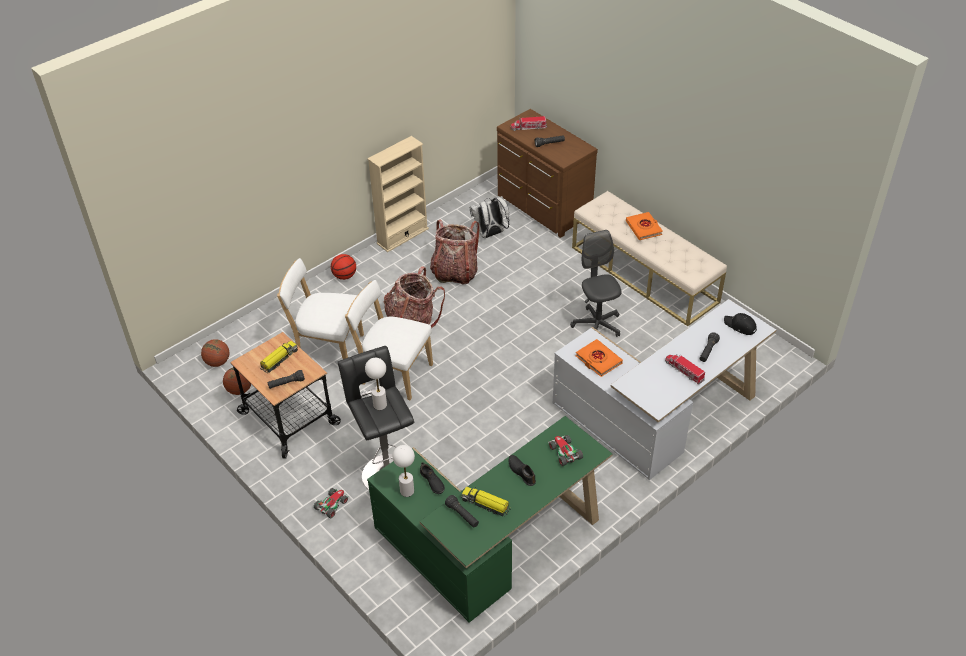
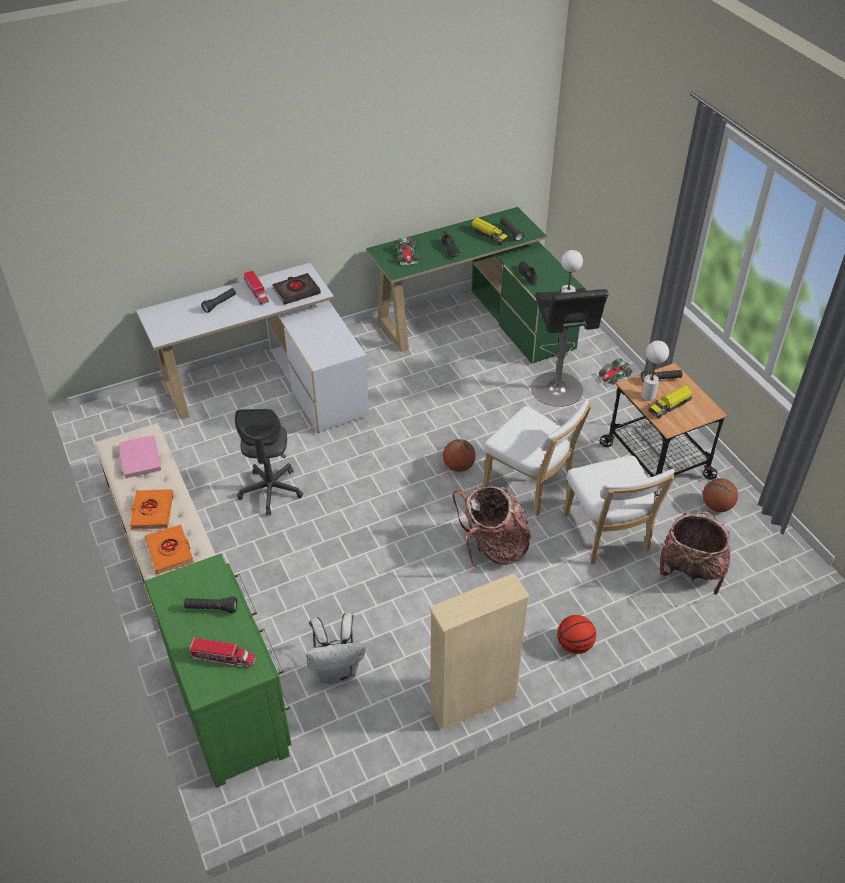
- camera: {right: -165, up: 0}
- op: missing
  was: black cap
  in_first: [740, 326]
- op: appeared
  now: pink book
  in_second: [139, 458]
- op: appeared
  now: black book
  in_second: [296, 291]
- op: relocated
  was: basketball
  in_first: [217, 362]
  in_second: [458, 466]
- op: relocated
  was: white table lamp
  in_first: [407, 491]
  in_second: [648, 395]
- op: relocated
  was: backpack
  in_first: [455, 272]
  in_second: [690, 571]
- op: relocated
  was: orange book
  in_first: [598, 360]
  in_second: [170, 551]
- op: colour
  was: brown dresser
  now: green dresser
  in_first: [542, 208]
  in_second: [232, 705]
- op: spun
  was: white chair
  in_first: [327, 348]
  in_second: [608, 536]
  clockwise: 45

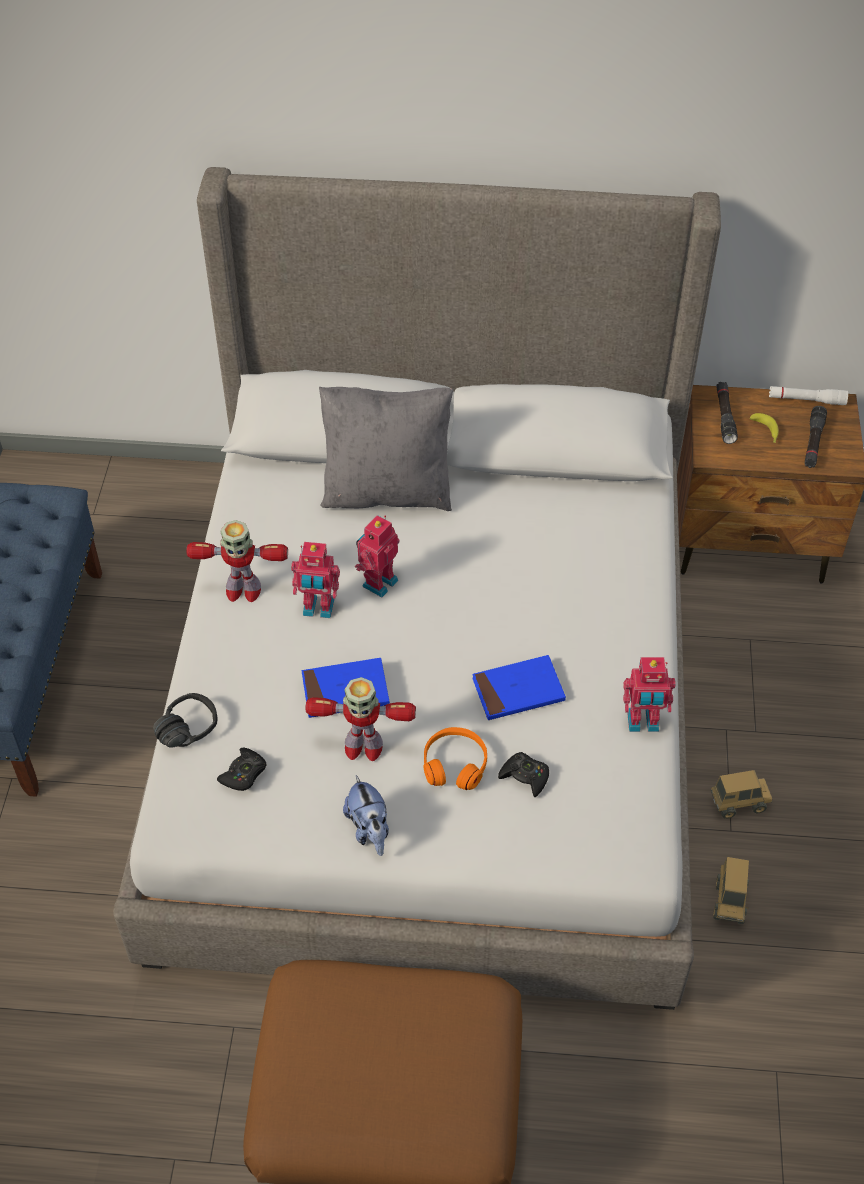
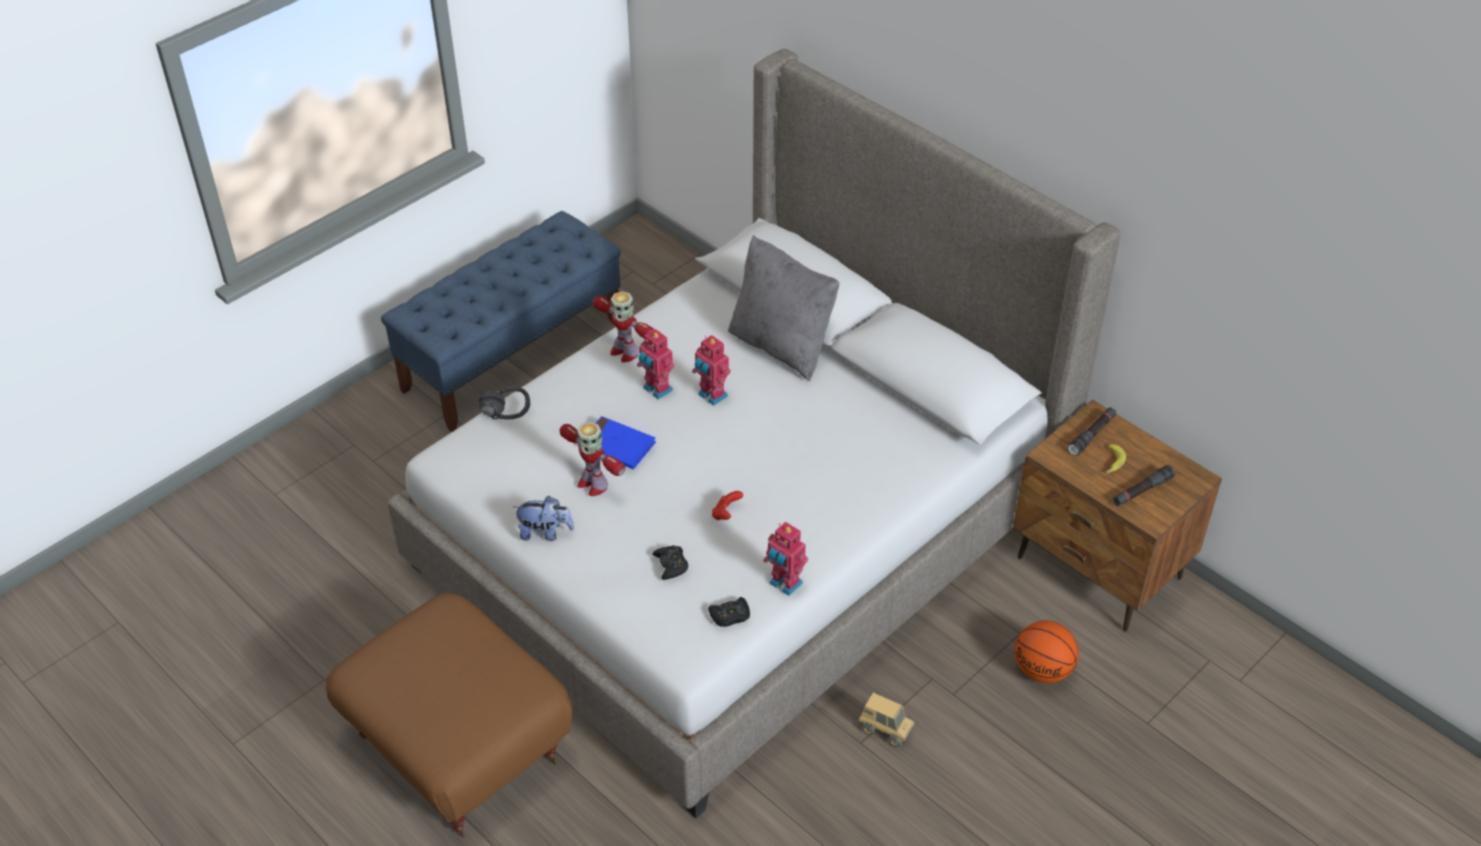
- camera: {right: 40, up: -5}
- op: missing
  was: orange headphones
  in_first: [455, 764]
- op: missing
  was: toy truck
  in_first: [729, 902]
- op: missing
  was: white flashlight
  in_first: [806, 400]
- op: appeared
  now: basketball
  in_second: [1043, 670]
- op: relocated
  was: black game controller
  in_first: [244, 774]
  in_second: [730, 616]
- op: exchanged
  was: blue book
  now: red game controller
  in_first: [518, 691]
  in_second: [726, 514]
- op: spun
  was: plush toy
  in_first: [369, 830]
  in_second: [545, 532]
  clockwise: -105
- op: spun
  was: toy robot
  in_first: [378, 582]
  in_second: [711, 396]
  clockwise: -120

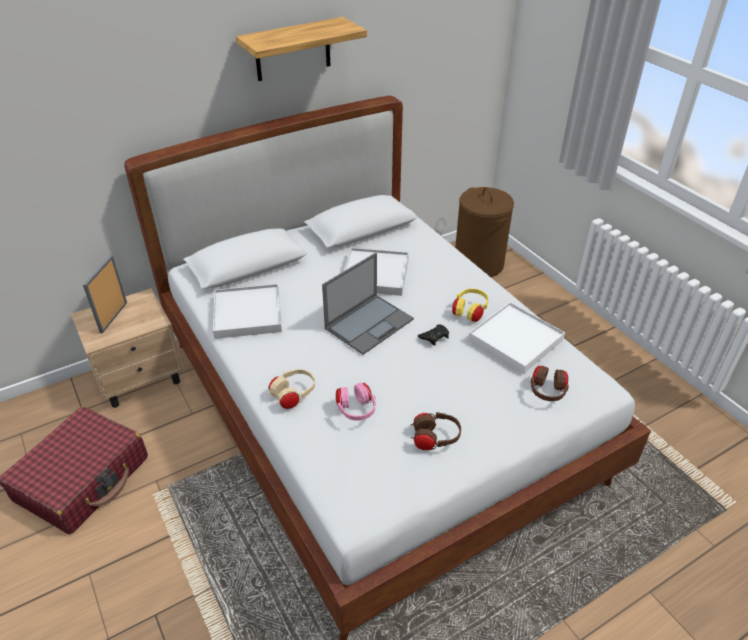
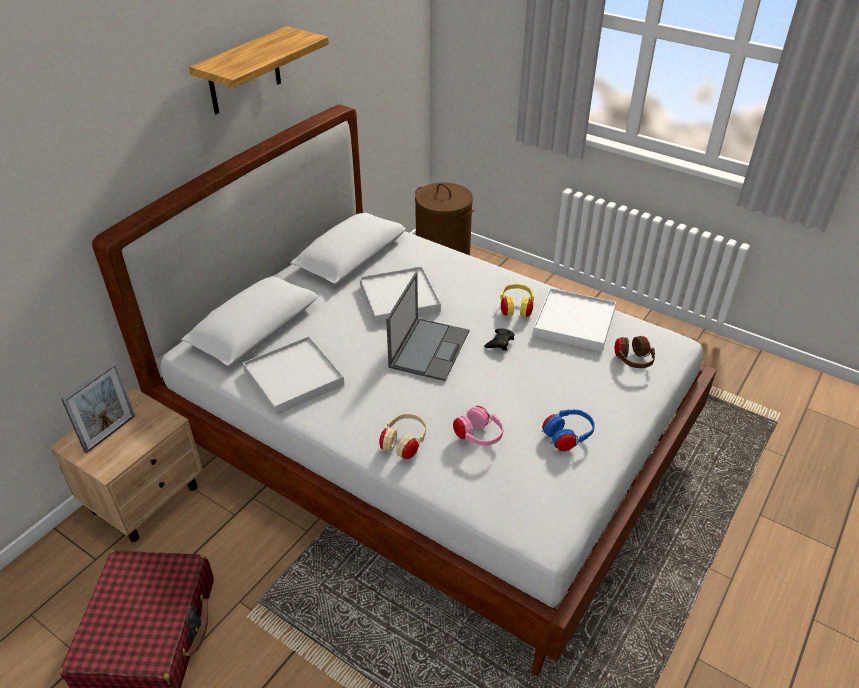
- camera: {right: -25, up: 0}
- op: colour
  was: brown headphones
  now: blue headphones
  in_first: [434, 439]
  in_second: [567, 438]
- op: spun
  was: picture frame
  in_first: [113, 317]
  in_second: [110, 433]
  clockwise: -135

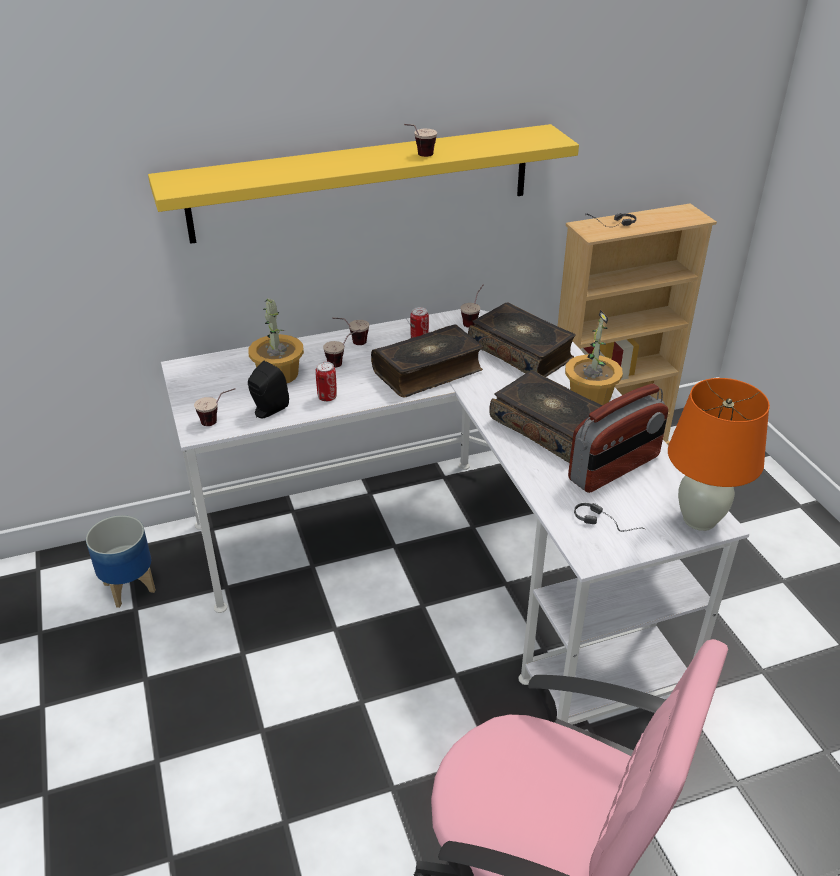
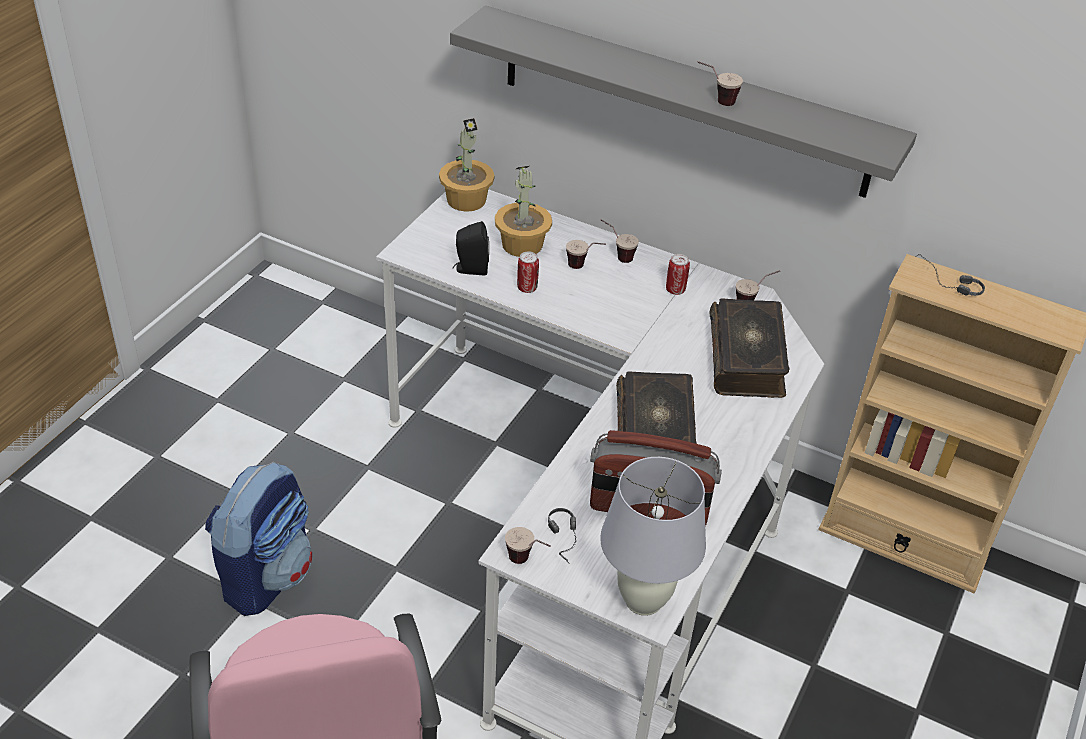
- camera: {right: 45, up: 5}
- op: missing
  was: planter
  in_first: [129, 587]
- op: missing
  was: book
  in_first: [428, 371]
- op: appeared
  now: backpack
  in_second: [266, 575]
- op: relocated
  was: cup
  in_first: [218, 421]
  in_second: [527, 563]
- op: relocated
  was: potted plant
  in_first: [589, 395]
  in_second: [466, 199]
- op: colour
  was: yellow shelf
  now: grey shelf
  in_first: [362, 183]
  in_second: [683, 101]
- op: colour
  was: orange table lamp
  now: white table lamp
  in_first: [700, 520]
  in_second: [643, 601]

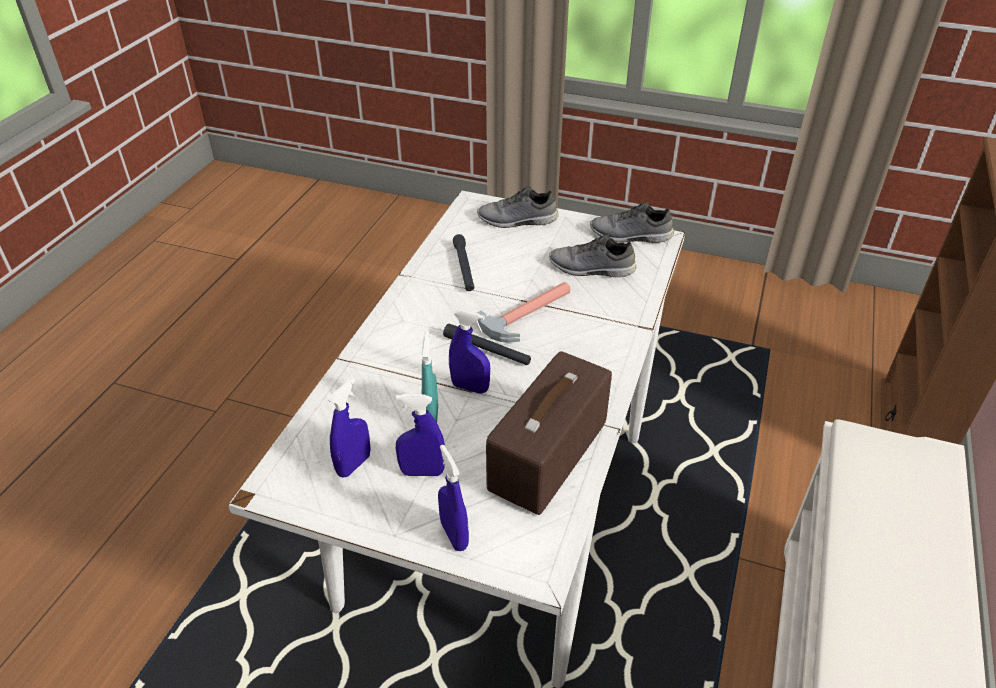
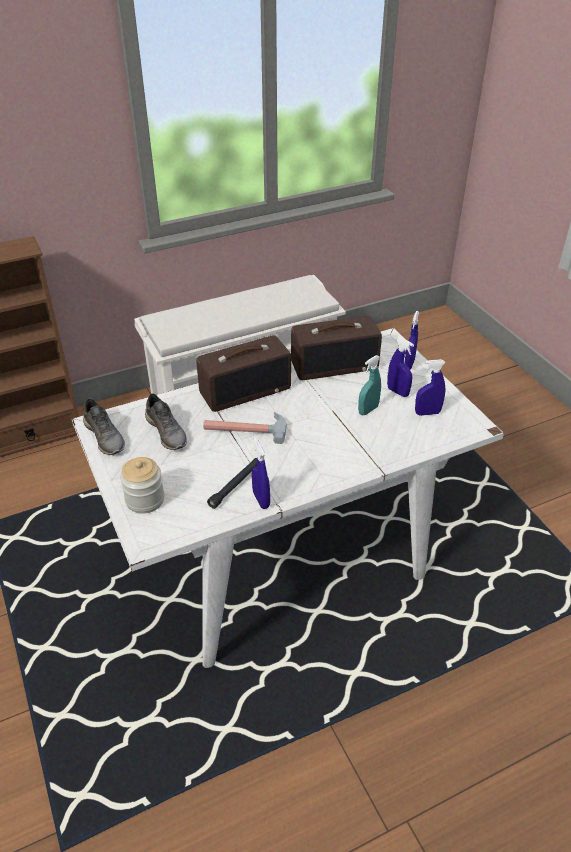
- camera: {right: -135, up: 0}
- op: missing
  was: black flashlight
  in_first: [487, 350]
- op: appeared
  now: radio
  in_second: [245, 390]
- op: relocated
  was: blue spray bottle
  in_first: [470, 387]
  in_second: [261, 500]
- op: exchanged
  was: grey shoe
  now: jar
  in_first: [517, 221]
  in_second: [145, 499]

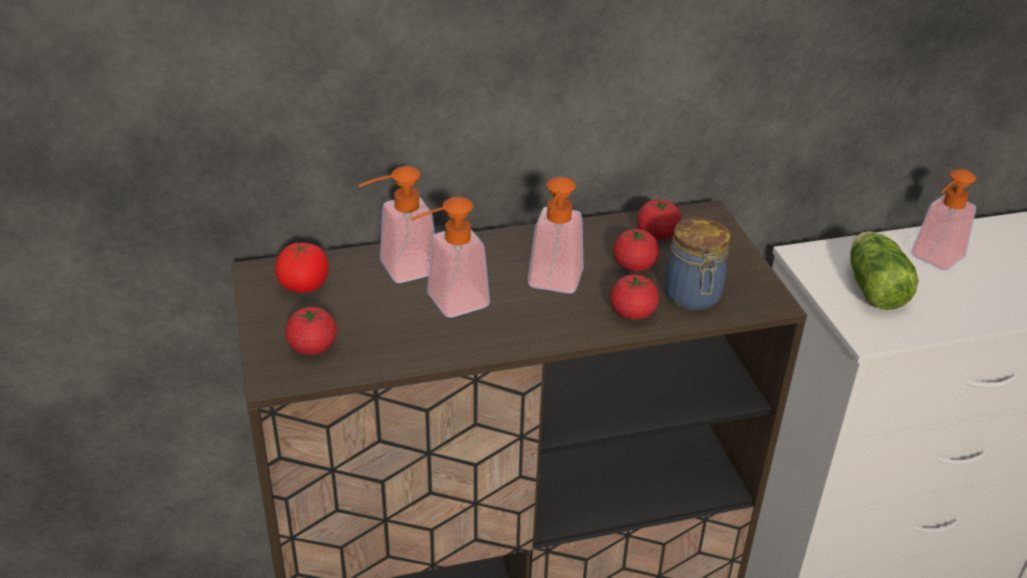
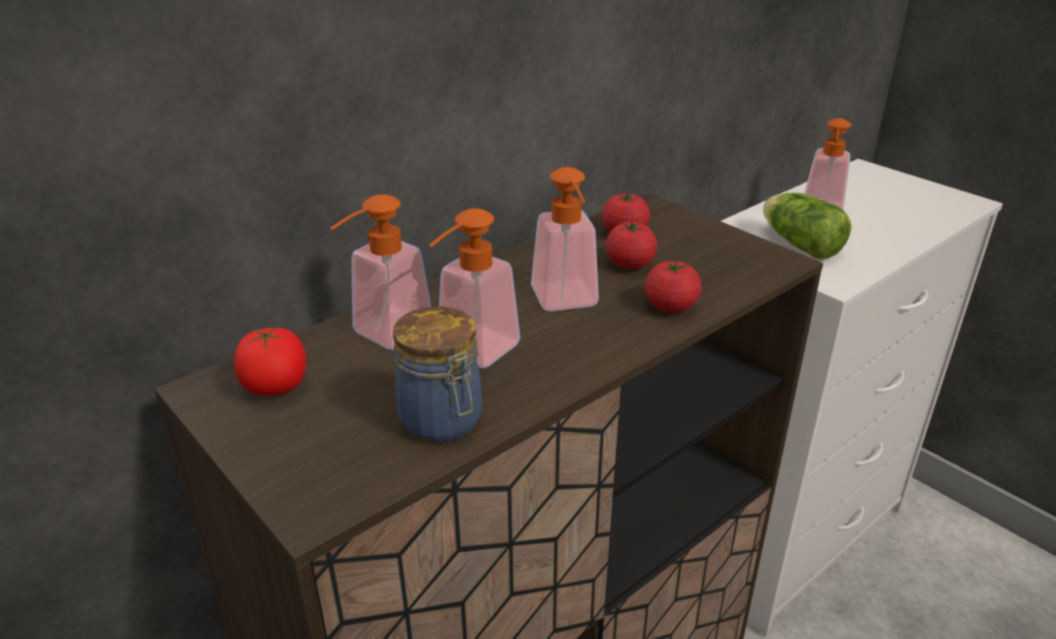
- camera: {right: -25, up: -5}
- op: missing
  was: tomato
  in_first: [312, 347]
- op: relocated
  was: jar
  in_first: [693, 297]
  in_second: [443, 422]

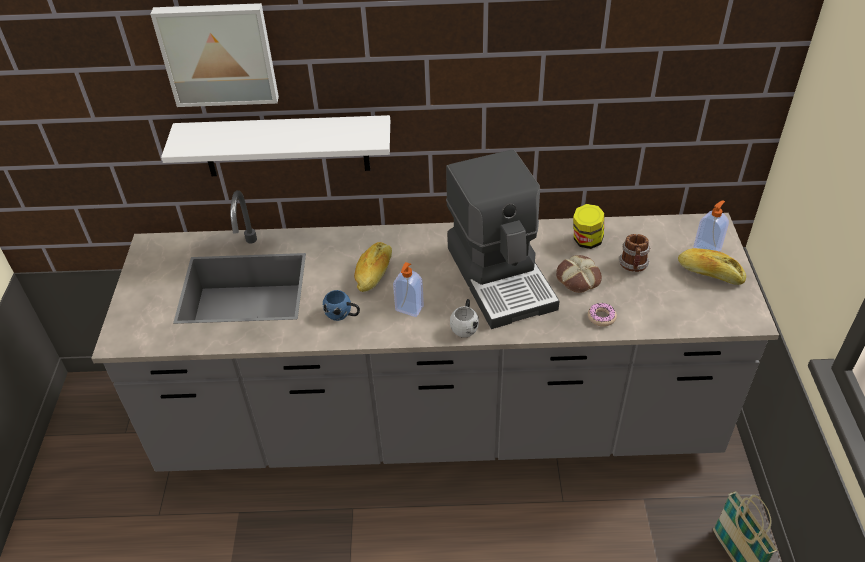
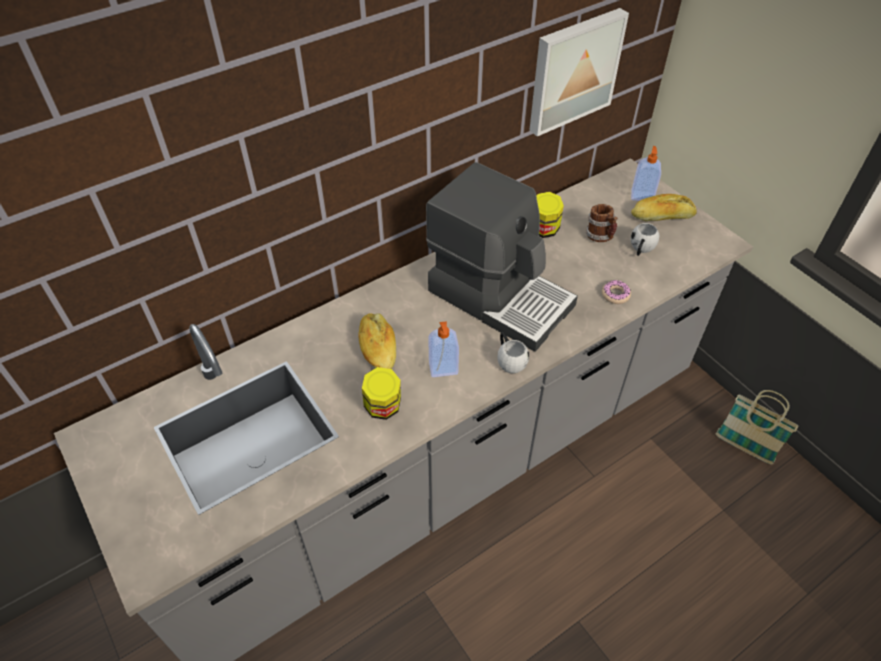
- camera: {right: -35, up: 5}
- op: missing
  was: white shelf
  in_first: [286, 146]
- op: missing
  was: bread
  in_first: [577, 278]
- op: appeared
  now: white mug
  in_second: [640, 249]
- op: relocated
  was: picture
  in_first: [218, 53]
  in_second: [573, 70]
- op: exchanged
  was: blue mug
  now: jar
  in_first: [343, 314]
  in_second: [383, 408]

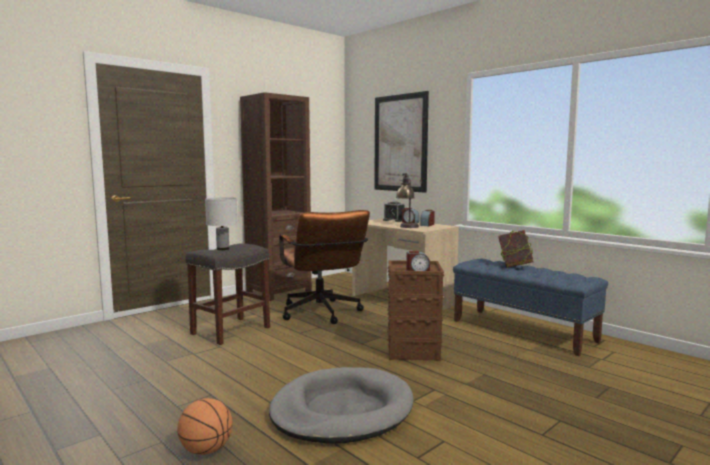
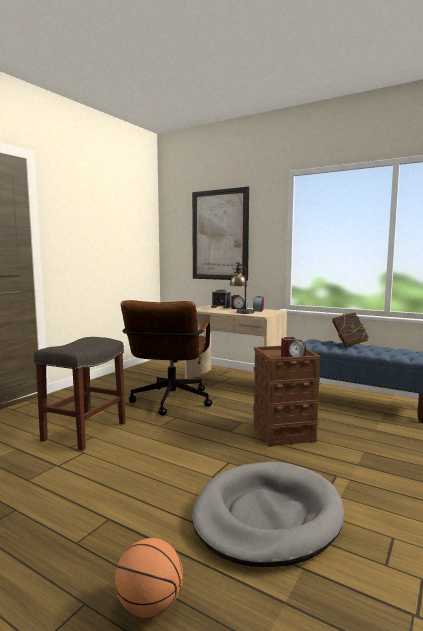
- camera: {right: -15, up: 0}
- op: missing
  was: white table lamp
  in_first: [223, 249]
- op: missing
  was: brown bookcase
  in_first: [279, 292]
- op: spun
  was: brown office chair
  in_first: [322, 314]
  in_second: [170, 403]
  clockwise: 45

